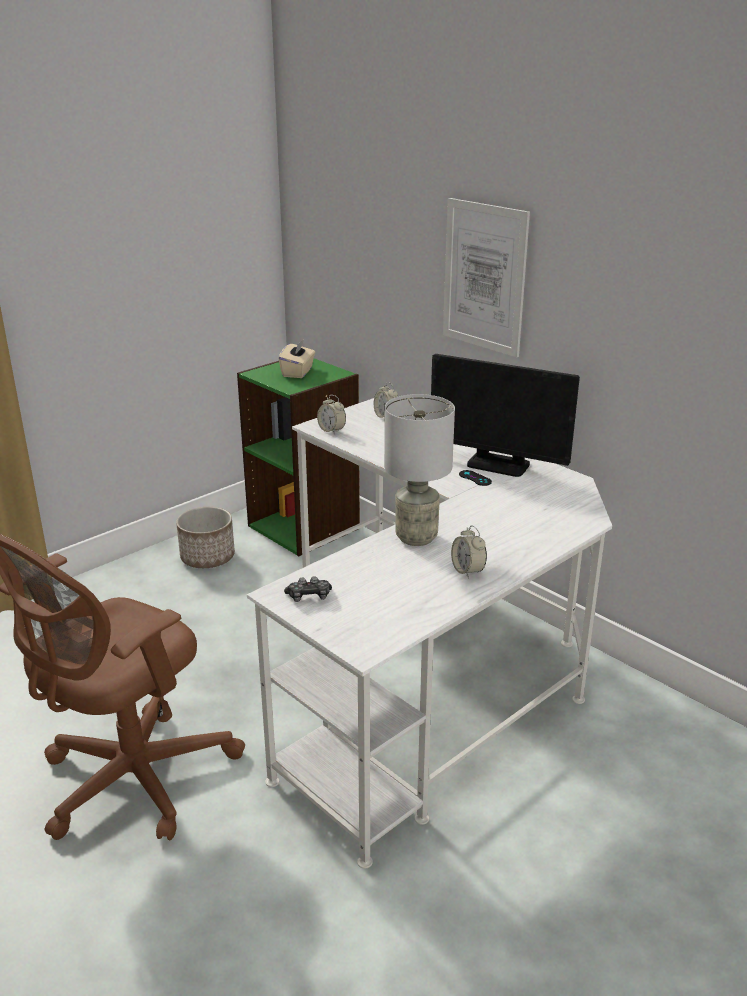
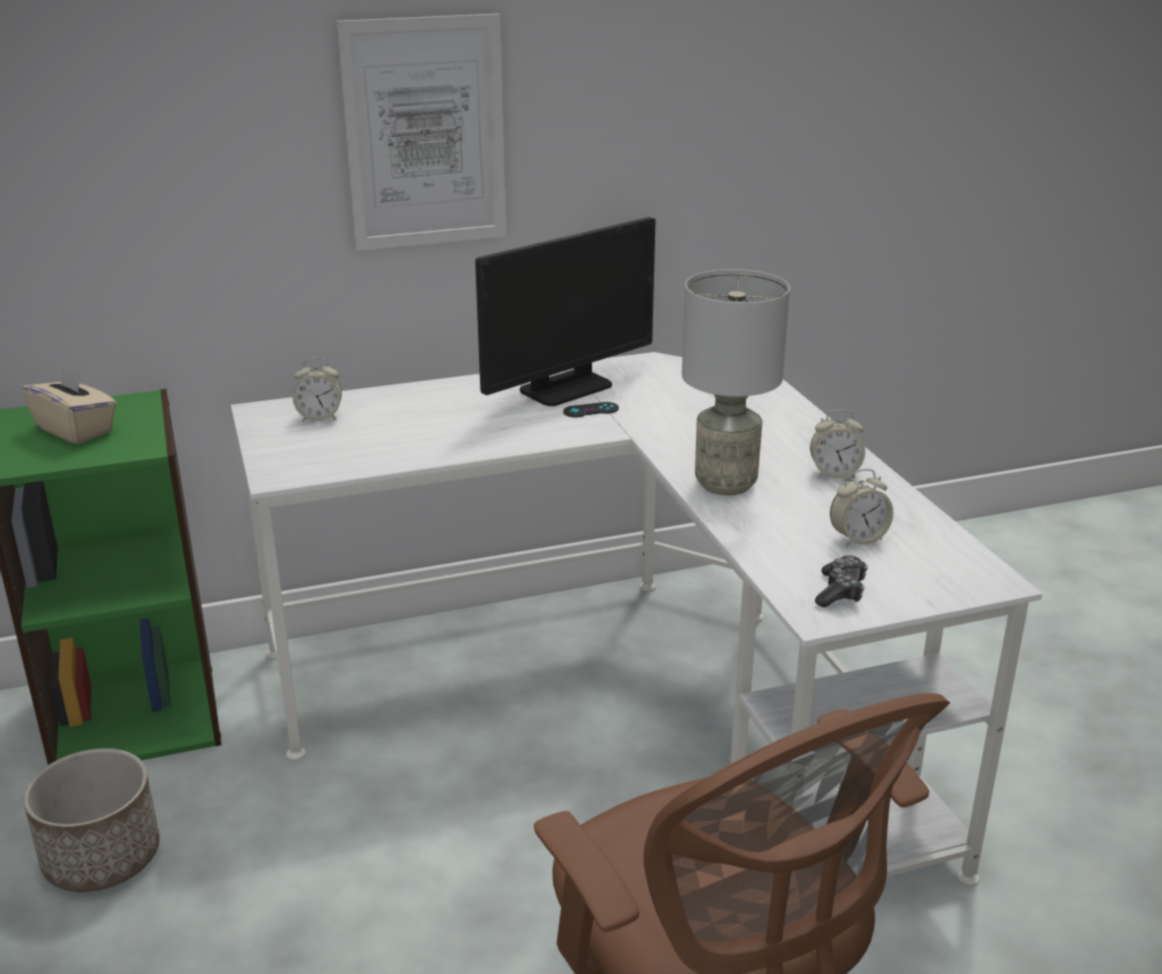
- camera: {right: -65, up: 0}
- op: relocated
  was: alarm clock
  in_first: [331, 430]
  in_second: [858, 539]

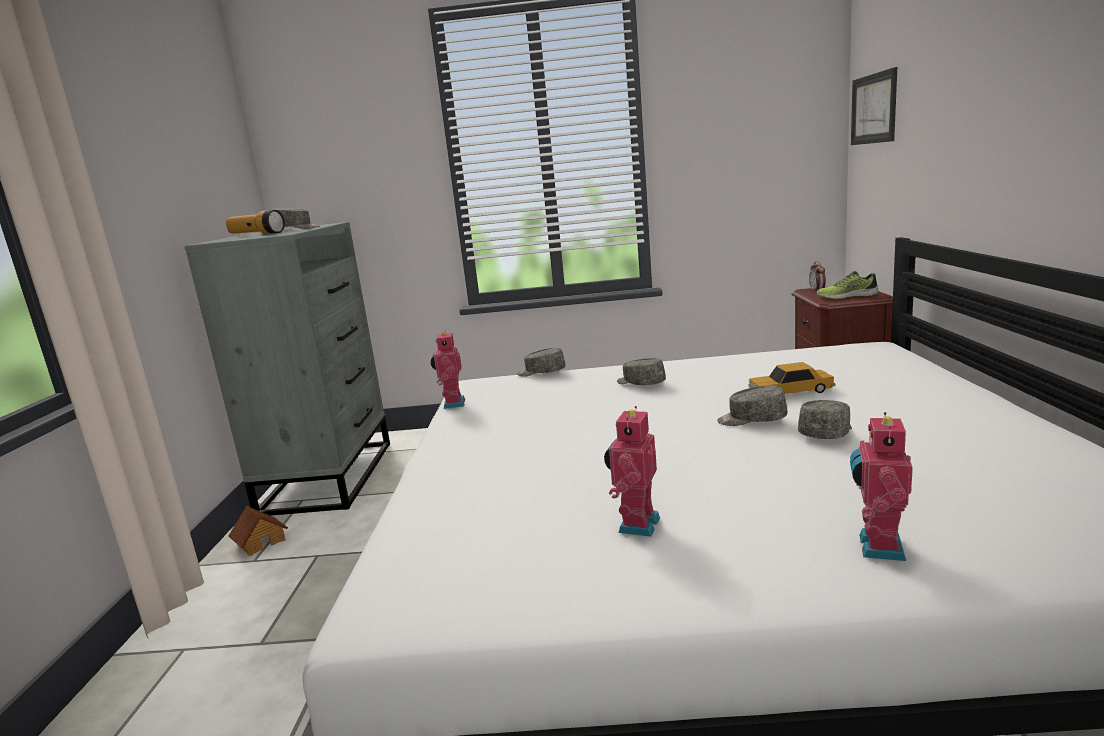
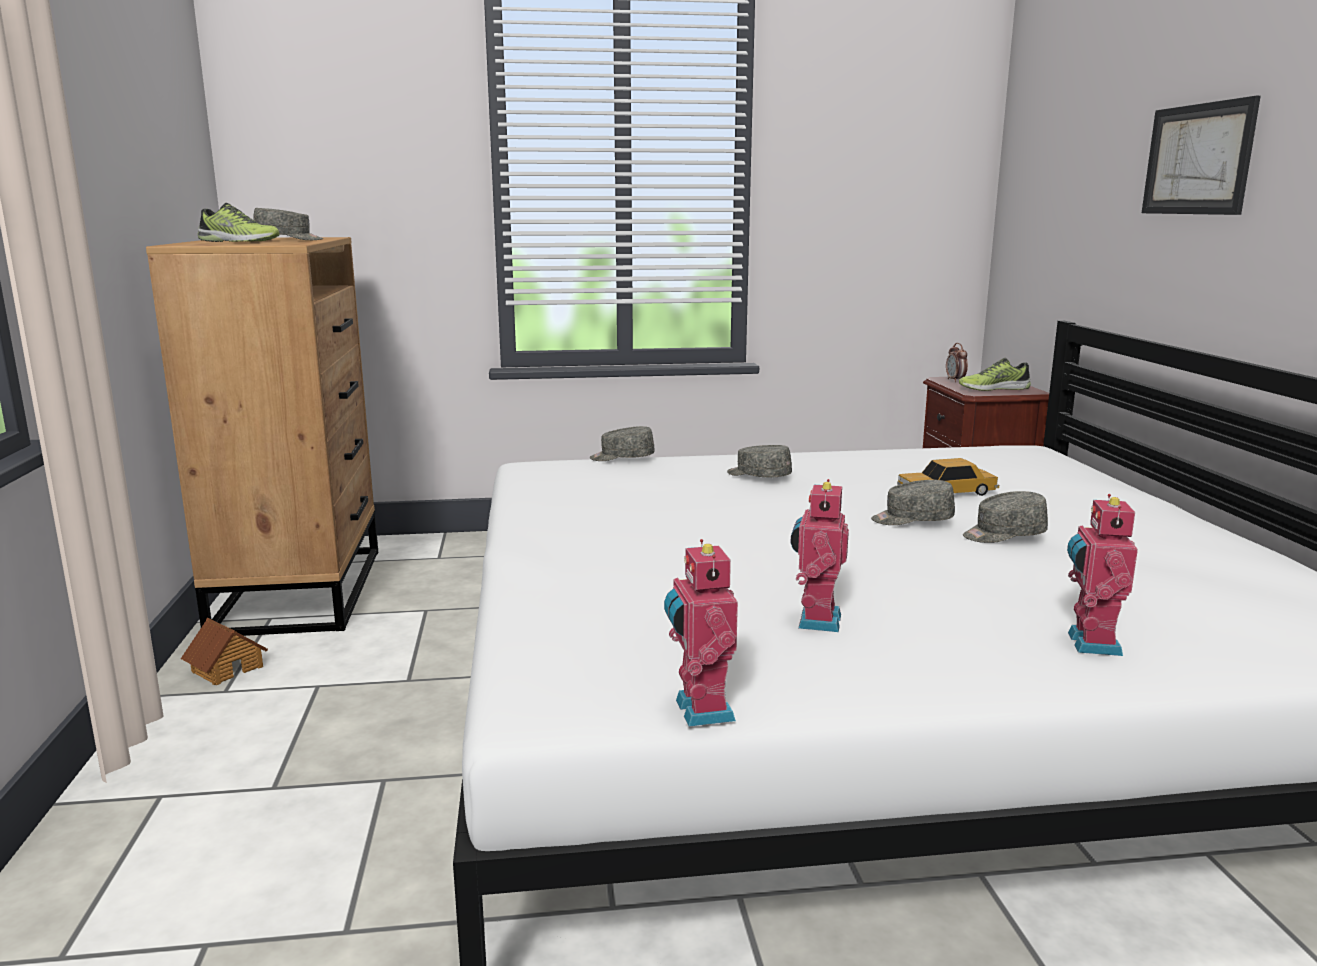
- camera: {right: -10, up: 0}
- op: relocated
  was: toy robot
  in_first: [452, 404]
  in_second: [700, 711]
- op: relocated
  was: picture
  in_first: [874, 109]
  in_second: [1198, 159]
- op: exchanged
  was: flashlight
  now: shoe
  in_first: [257, 234]
  in_second: [238, 241]
- op: colour
  was: grey dresser
  now: brown dresser
  in_first: [329, 476]
  in_second: [301, 589]
- op: spun
  was: grey cap
  in_first: [827, 432]
  in_second: [1003, 535]
  clockwise: -135

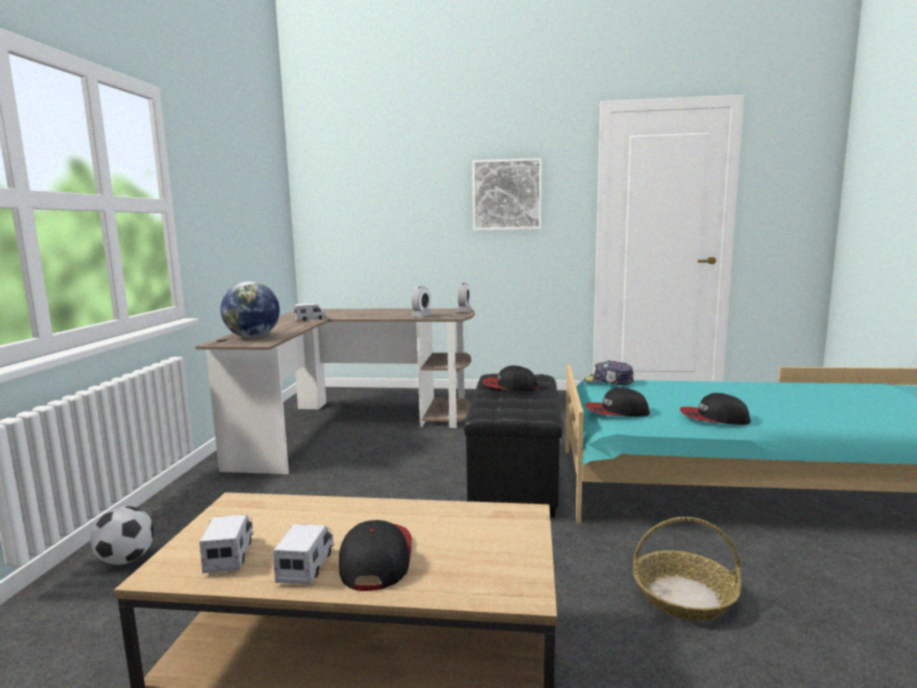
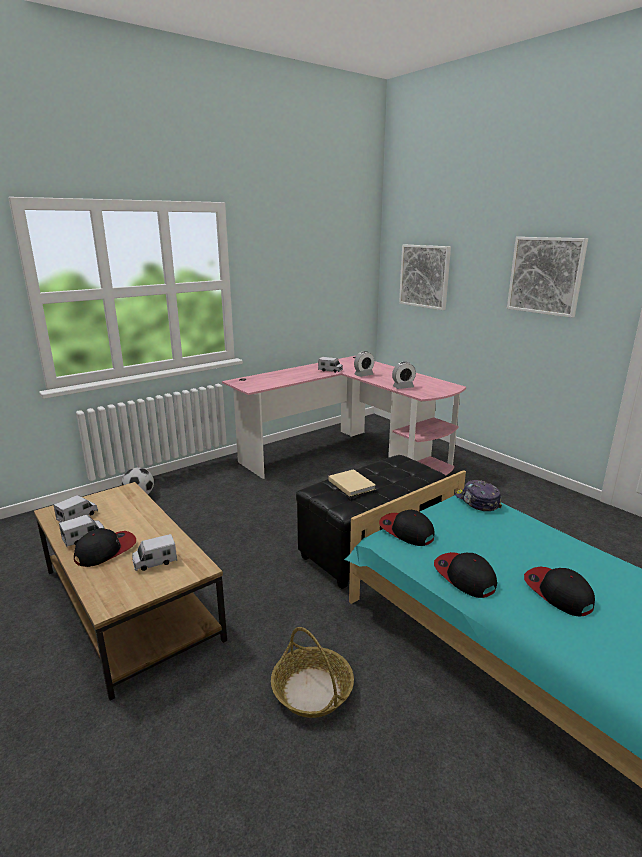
- camera: {right: 45, up: 10}
- op: missing
  was: globe
  in_first: [252, 337]
- op: appeared
  now: toy truck
  in_second: [155, 562]
- op: appeared
  now: beige book
  in_second: [351, 484]
- op: appeared
  now: picture
  in_second: [424, 276]
- op: relocated
  was: alarm clock
  in_first: [464, 311]
  in_second: [363, 375]
- op: relocated
  was: cap
  in_first: [509, 387]
  in_second: [557, 593]
- op: colour
  was: brown desk
  now: pink desk
  in_first: [349, 425]
  in_second: [348, 457]

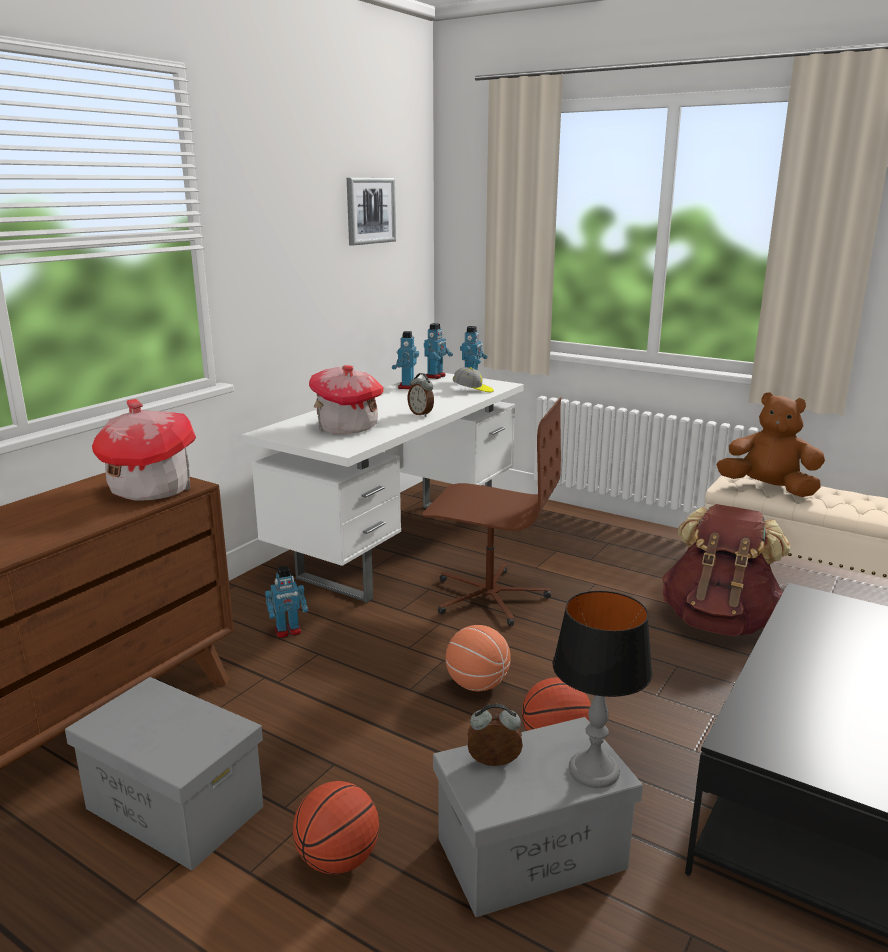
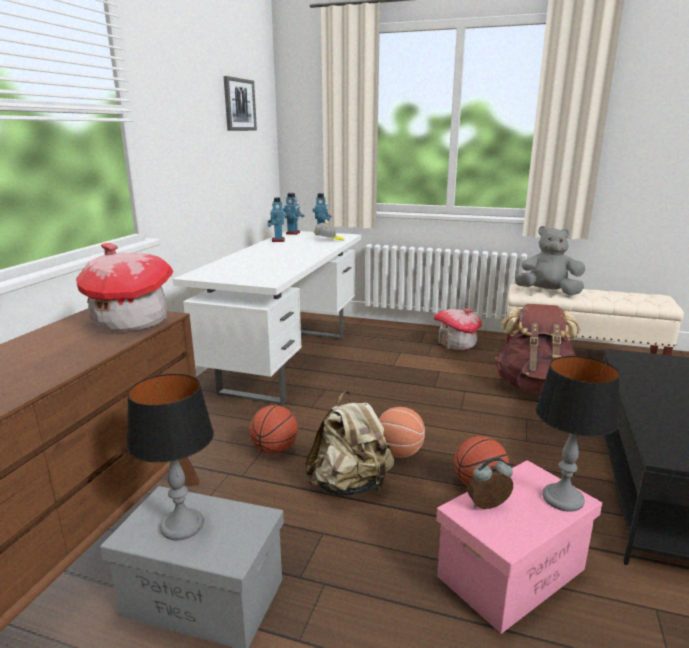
- camera: {right: -15, up: 0}
- op: missing
  was: toy robot
  in_first: [288, 631]
- op: missing
  was: alarm clock
  in_first: [421, 414]
- op: missing
  was: brown office chair
  in_first: [489, 596]
- op: appeared
  now: table lamp
  in_second: [182, 526]
- op: appeared
  now: beige backpack
  in_second: [350, 485]
- op: relocated
  was: basketball
  in_first: [338, 859]
  in_second: [274, 450]
- op: relocated
  was: toy house
  in_first: [346, 427]
  in_second: [457, 344]
- op: colour
  was: grey storage box
  now: pink storage box
  in_first: [530, 854]
  in_second: [511, 573]
- op: colour
  was: brown plush toy
  now: grey plush toy
  in_first: [768, 489]
  in_second: [547, 292]

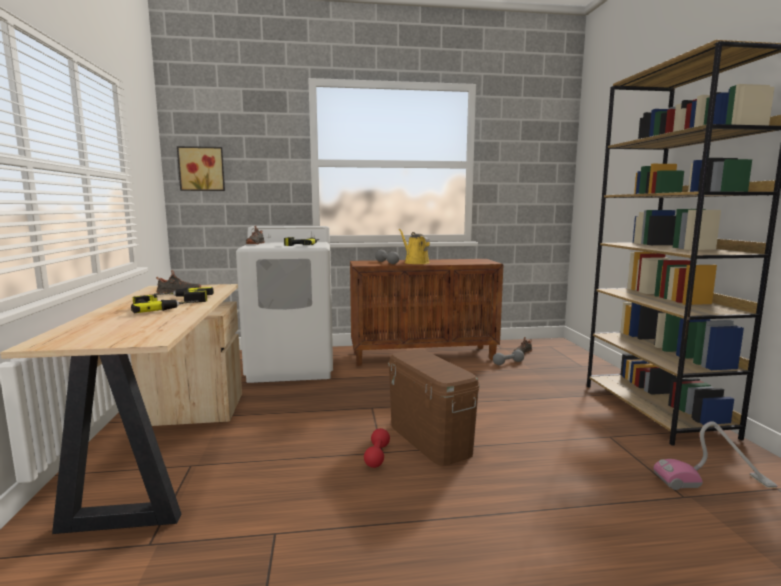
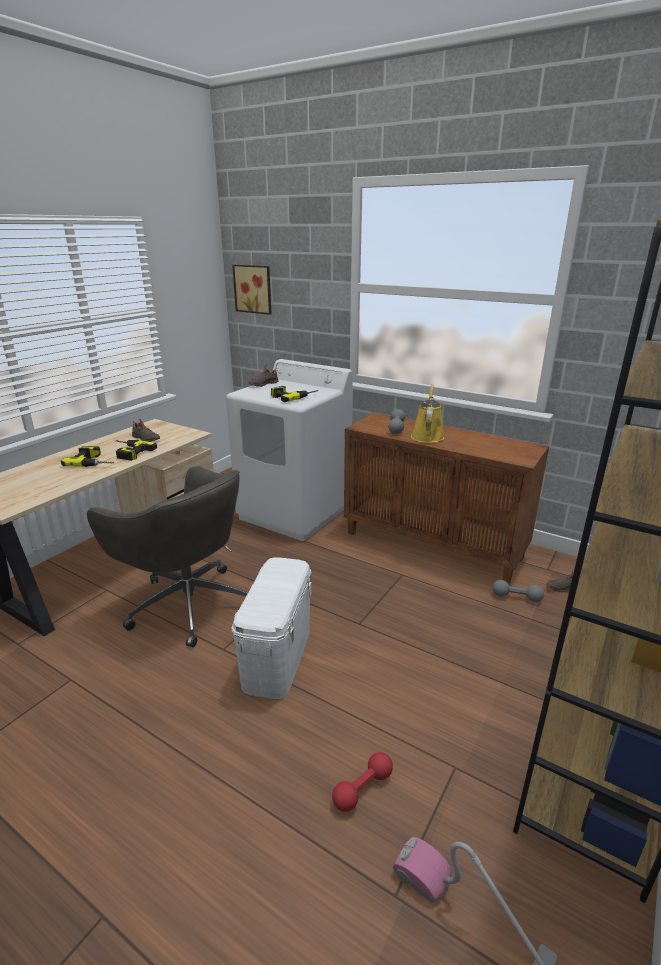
- camera: {right: 40, up: 15}
- op: appeared
  now: grey office chair
  in_second: [187, 602]
- op: relocated
  was: red dumbbell
  in_first: [377, 456]
  in_second: [362, 789]
- op: colour
  was: brown storage box
  now: white storage box
  in_first: [429, 438]
  in_second: [277, 656]

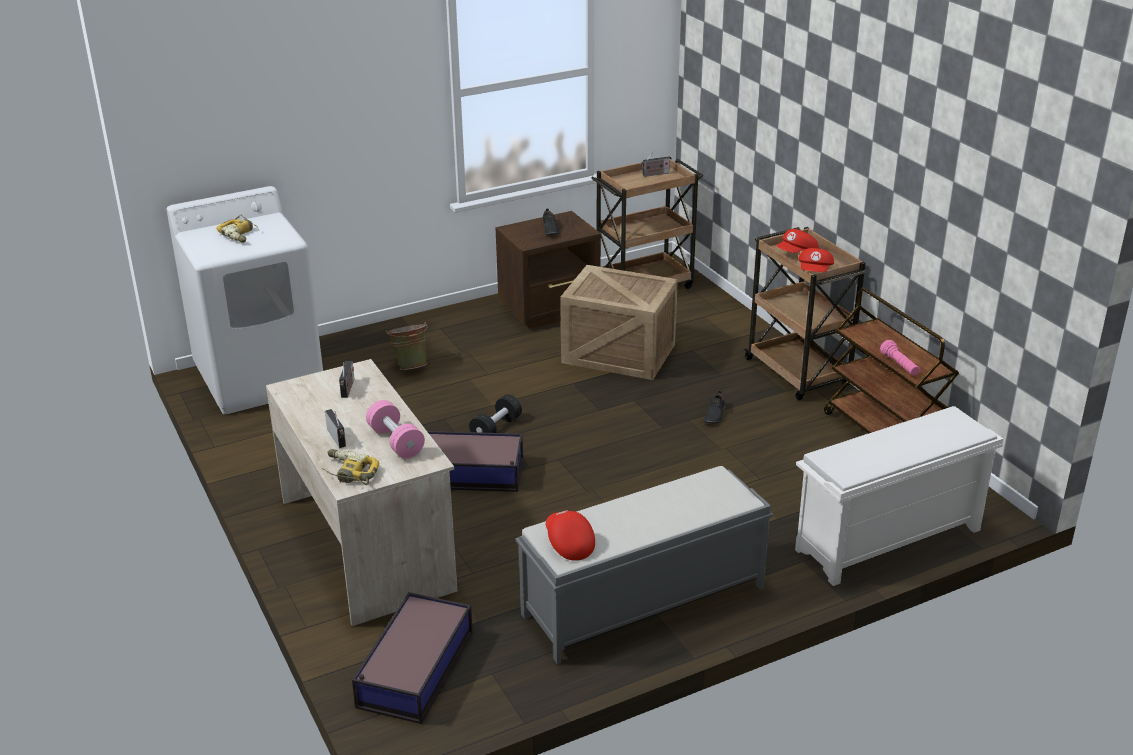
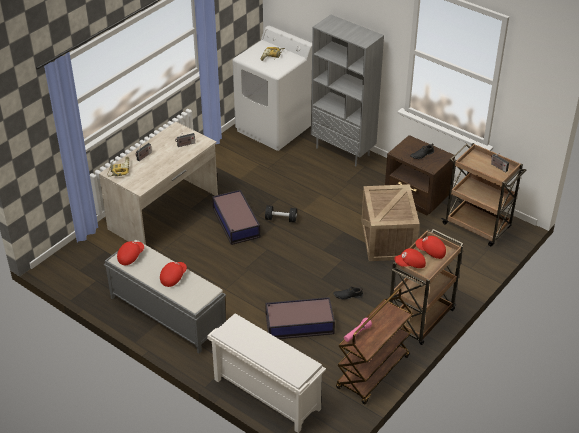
- camera: {right: 65, up: 10}
- op: missing
  was: pink dumbbell
  in_first: [396, 442]
- op: missing
  was: green bucket
  in_first: [410, 366]
- op: appeared
  now: red cap
  in_second: [173, 277]
- op: appeared
  now: grey bookcase
  in_second: [343, 151]
- op: relocated
  was: storage box
  in_first: [414, 670]
  in_second: [298, 324]

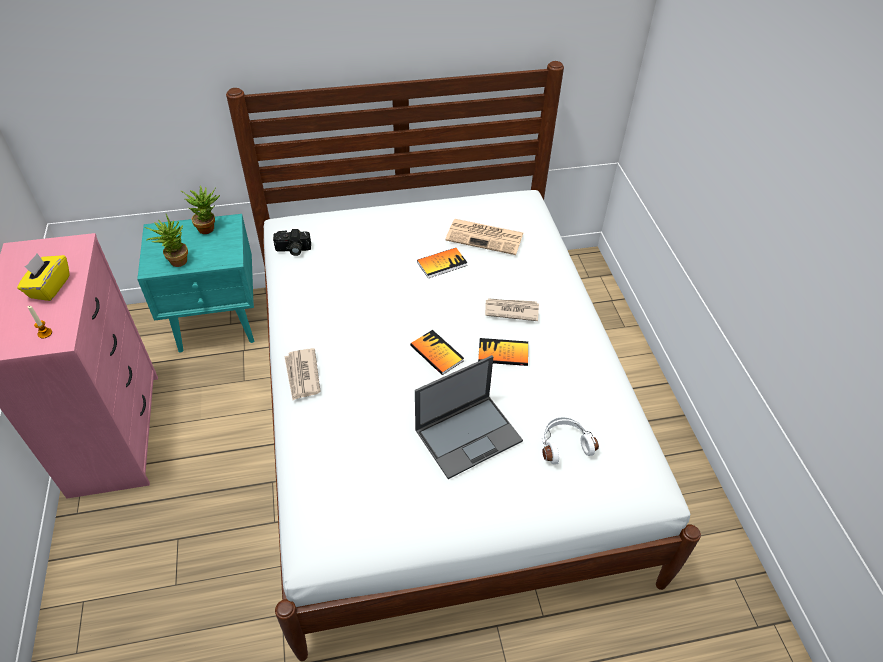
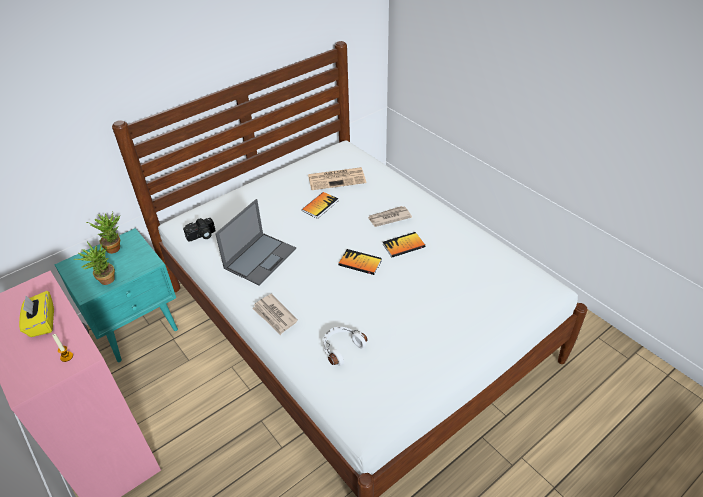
- camera: {right: -25, up: -5}
- op: relocated
  was: laptop
  in_first: [469, 435]
  in_second: [260, 258]
- op: relocated
  was: white headphones
  in_first: [564, 444]
  in_second: [341, 348]

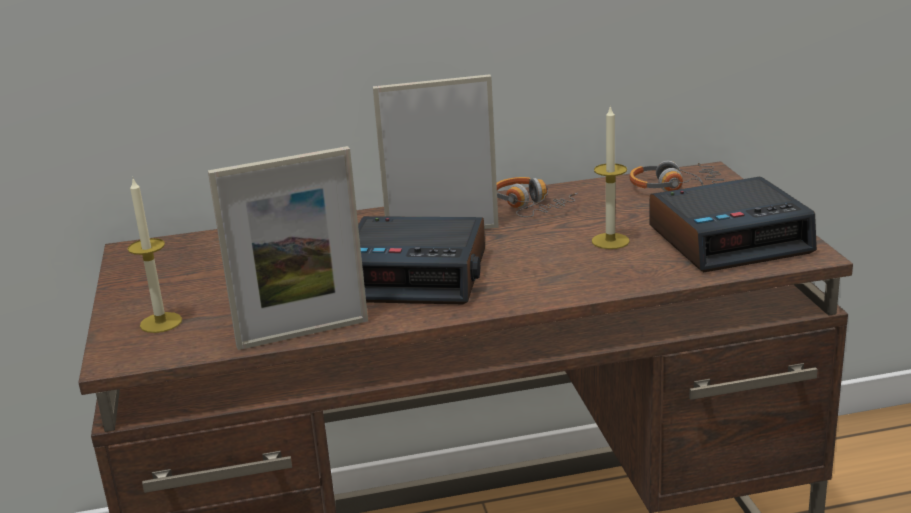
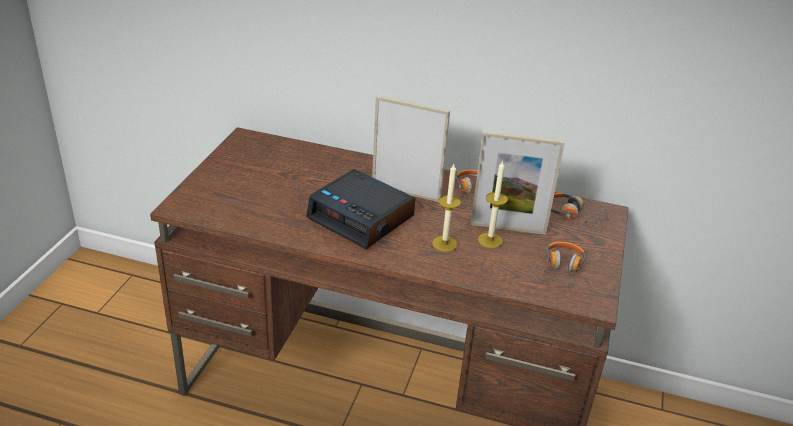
- camera: {right: 25, up: 10}
- op: relocated
  was: candle
  in_first: [161, 322]
  in_second: [444, 244]
- op: relocated
  was: picture frame
  in_first: [303, 333]
  in_second: [508, 228]
- op: exchanged
  was: alarm clock
  now: headphones
  in_first: [730, 239]
  in_second: [561, 271]

